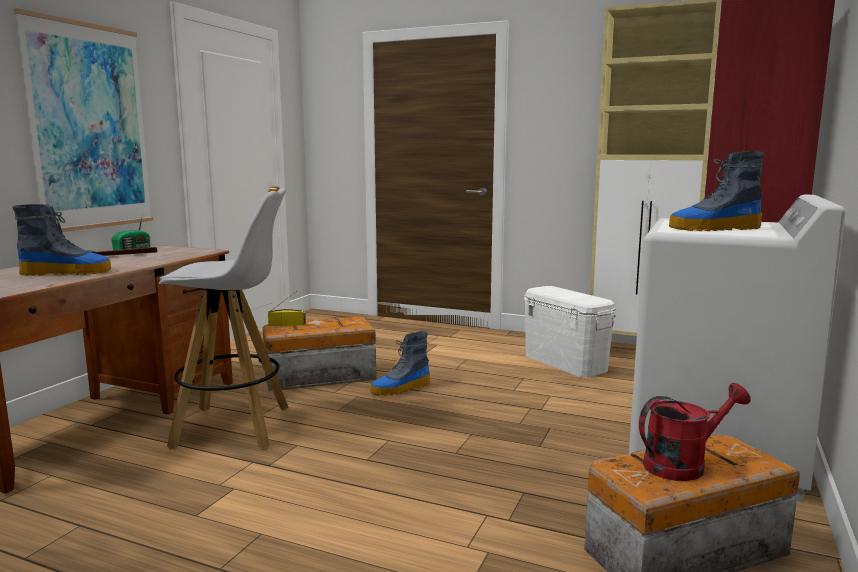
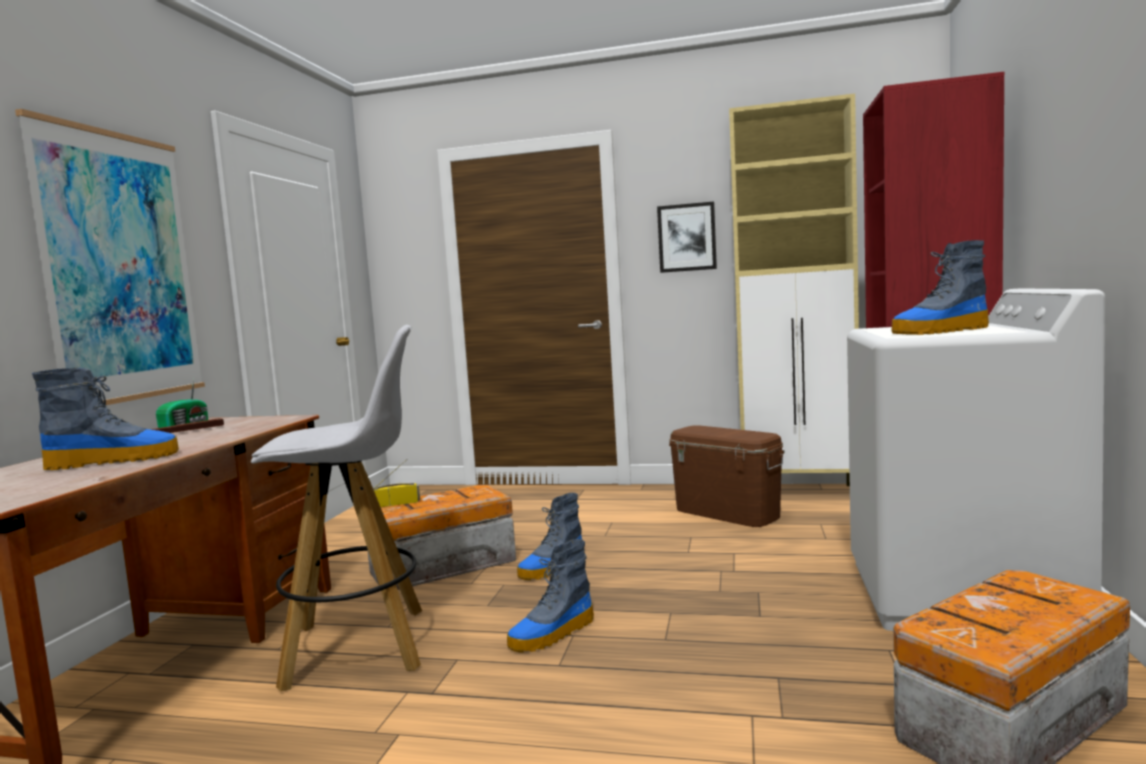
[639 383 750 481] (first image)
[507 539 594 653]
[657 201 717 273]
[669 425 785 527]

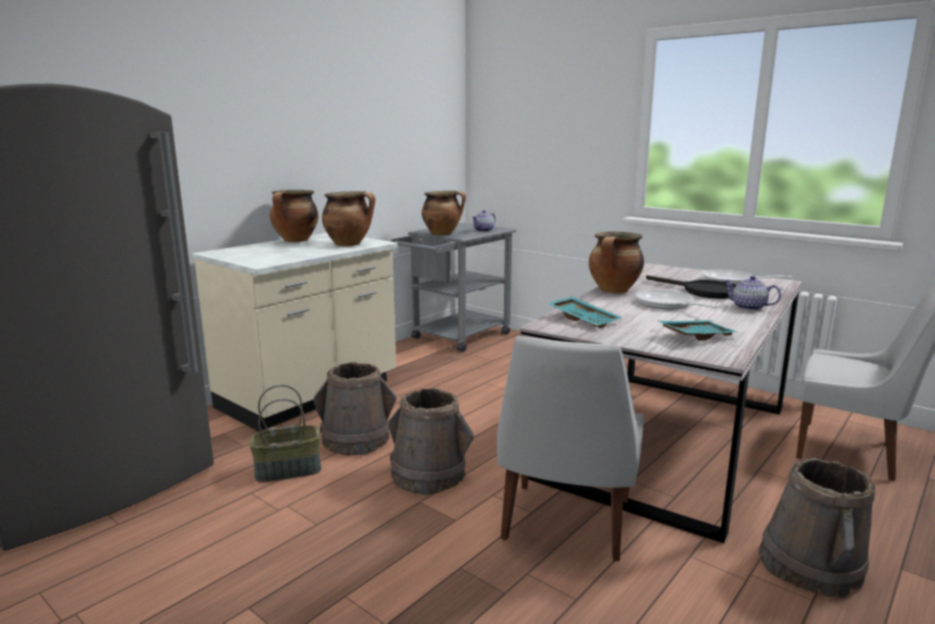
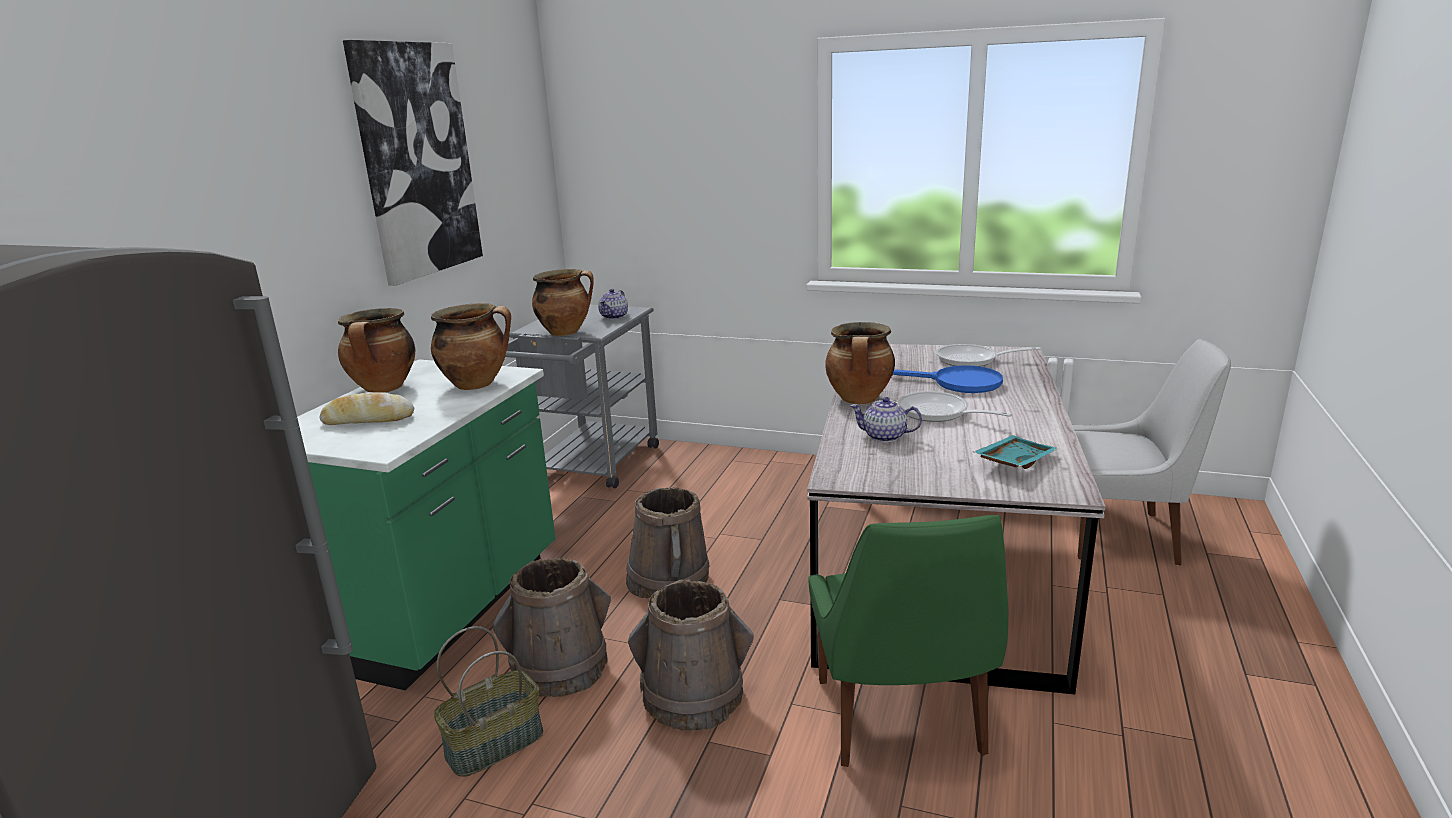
[548 297 622 328] (first image)
[319 392 414 425]
[343 40 483 286]
[850 397 922 442]
[626 487 710 599]
[297 359 556 691]
[808 515 1008 767]
[893 365 1003 393]

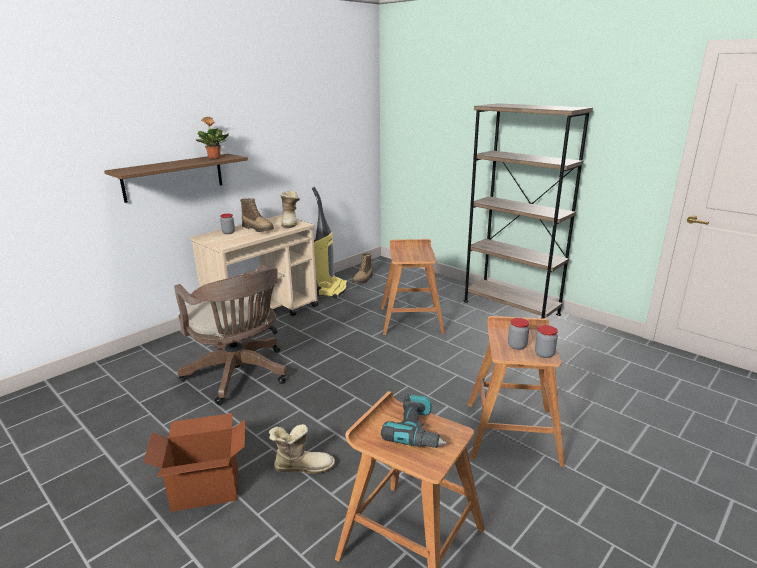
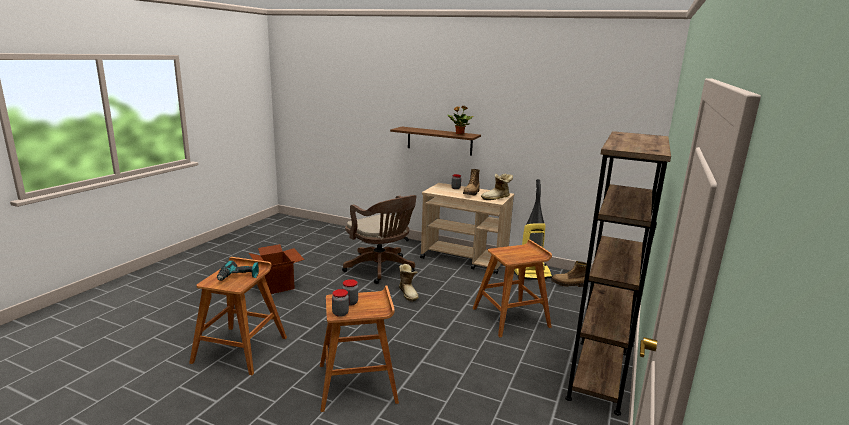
[399 264 418 302]
[342 195 417 284]

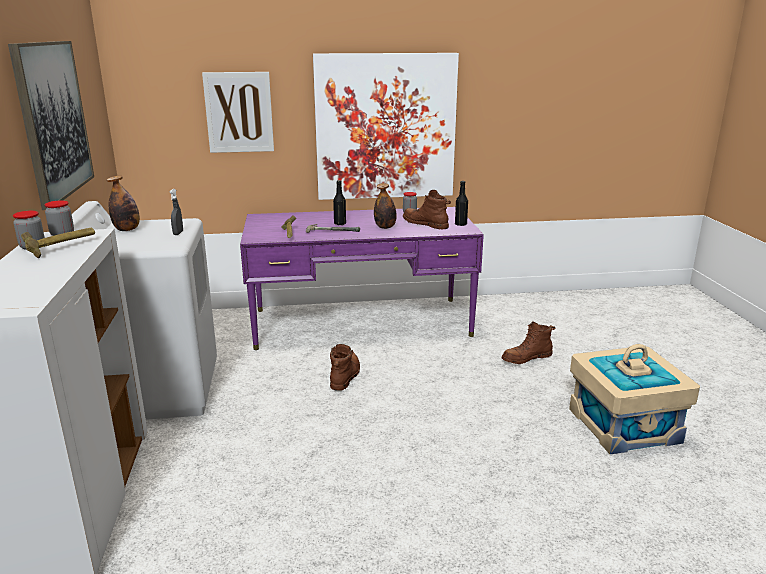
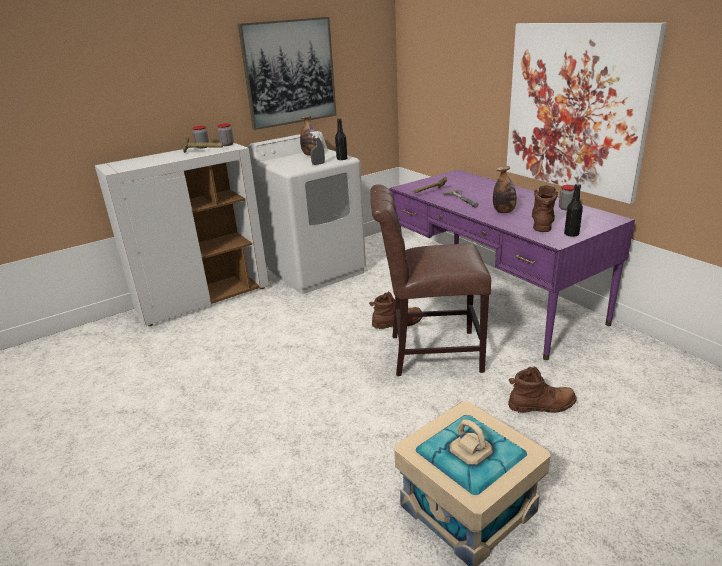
[202 72 274 153] (first image)
[370 184 491 376]
[335 119 347 160]
[508 366 577 413]

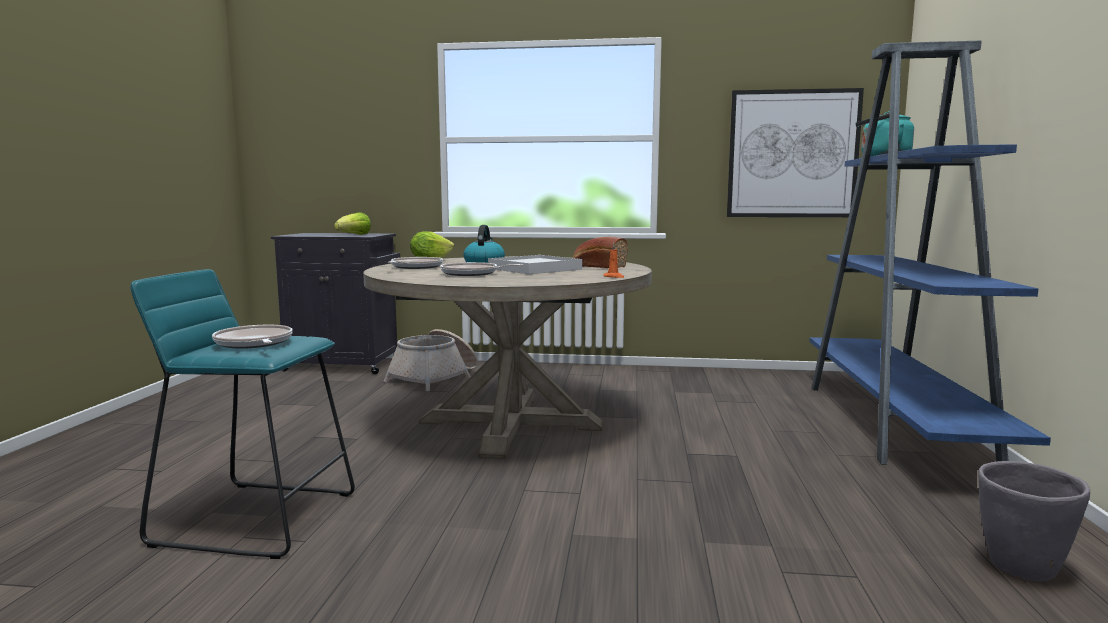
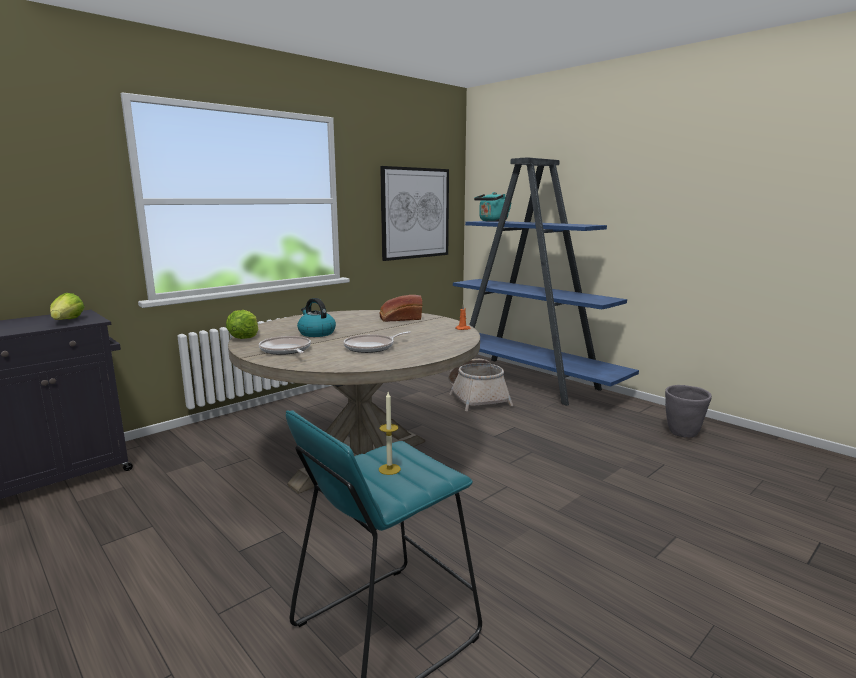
[488 255 582 274] (first image)
[448 359 513 411]
[379 392 401 475]

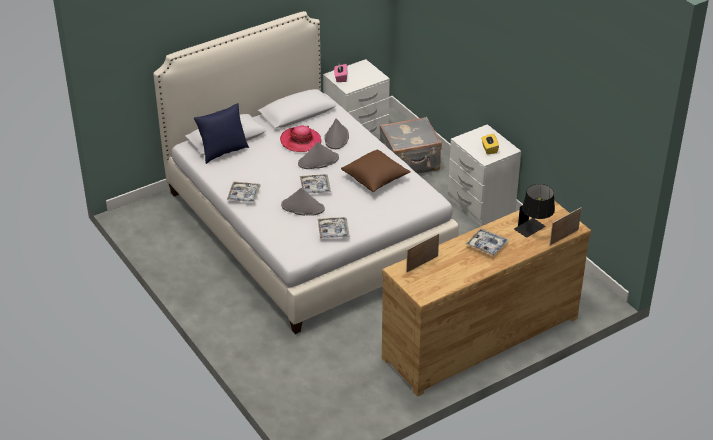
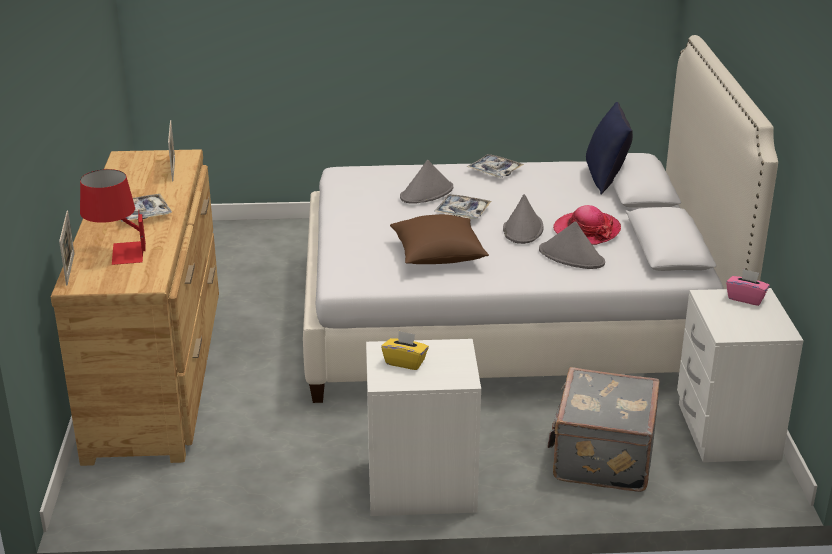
[318 217 350 239] (first image)
[80 169 146 265]

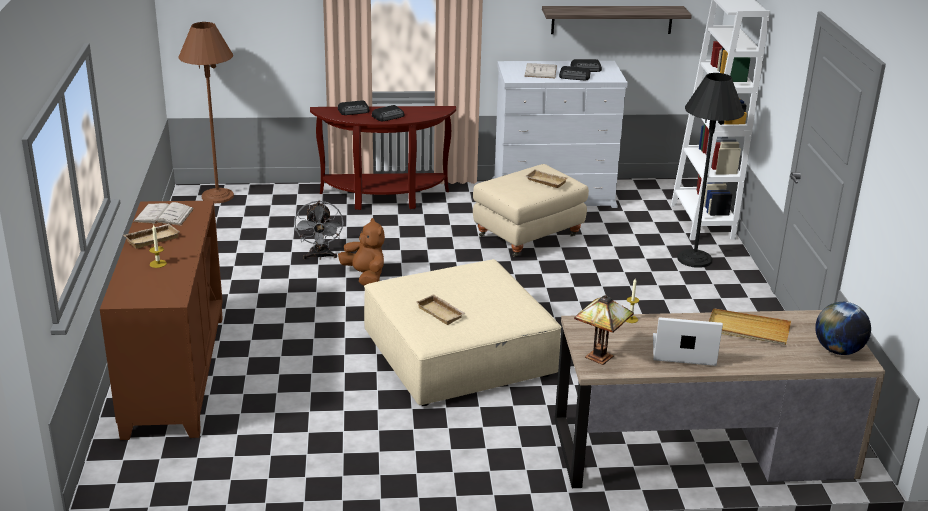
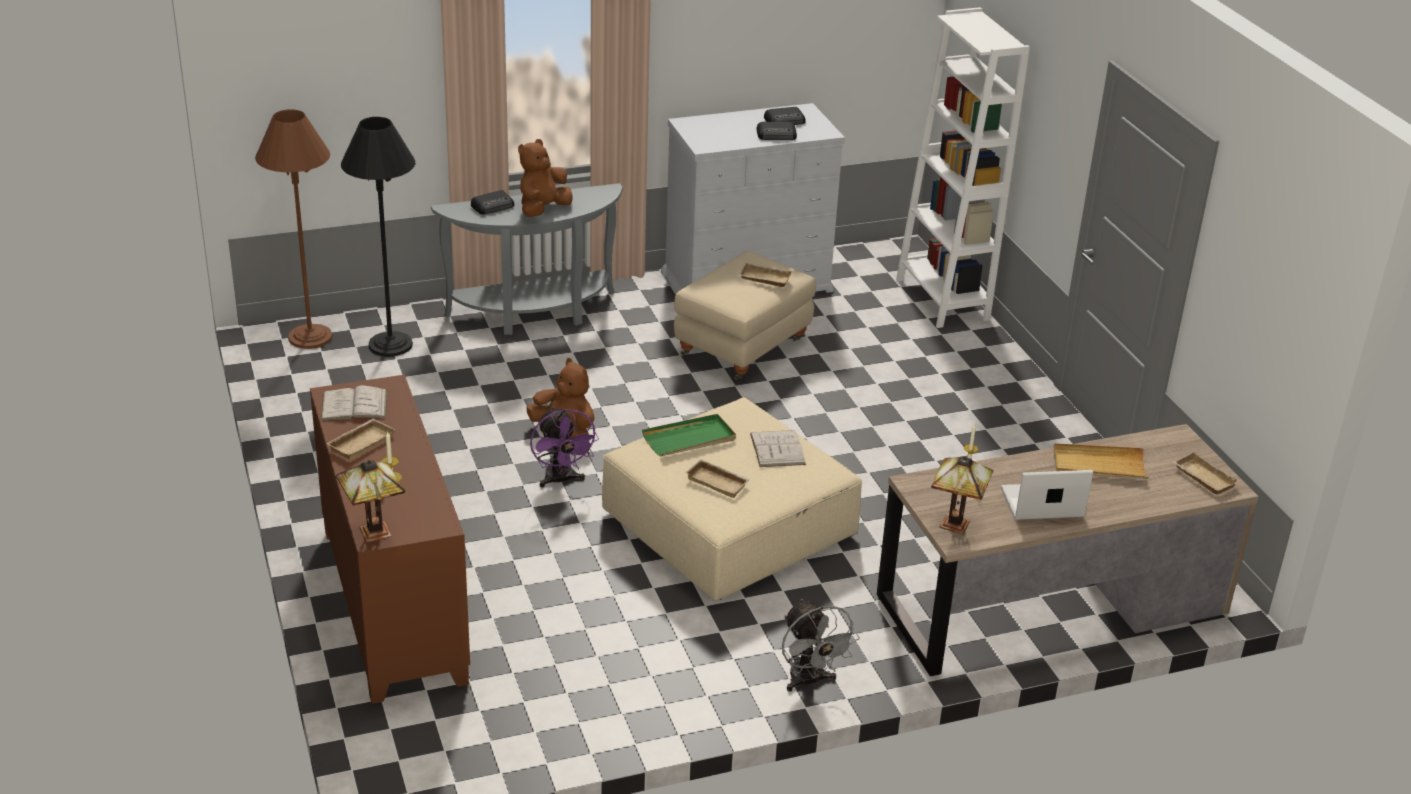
[542 6 692 34] (first image)
[336 460 405 542]
[530 407 599 487]
[642 414 736 456]
[782 599 860 692]
[750 430 806 467]
[341 117 415 357]
[518 139 573 217]
[1173 452 1240 495]
[431 183 623 335]

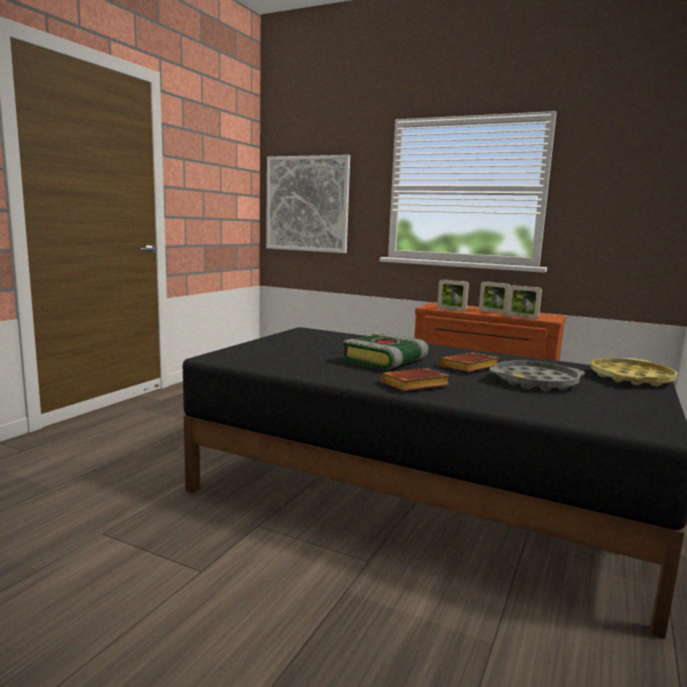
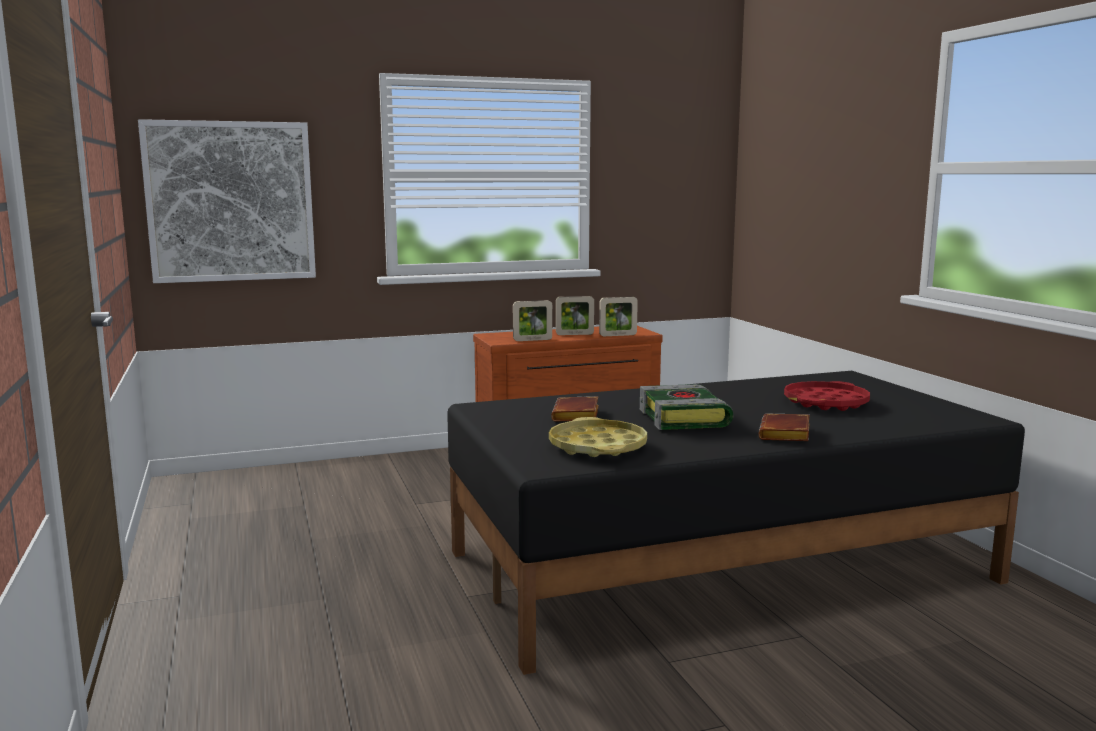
[551 396 599 422]
[549 417 647 457]
[784 381 870 411]

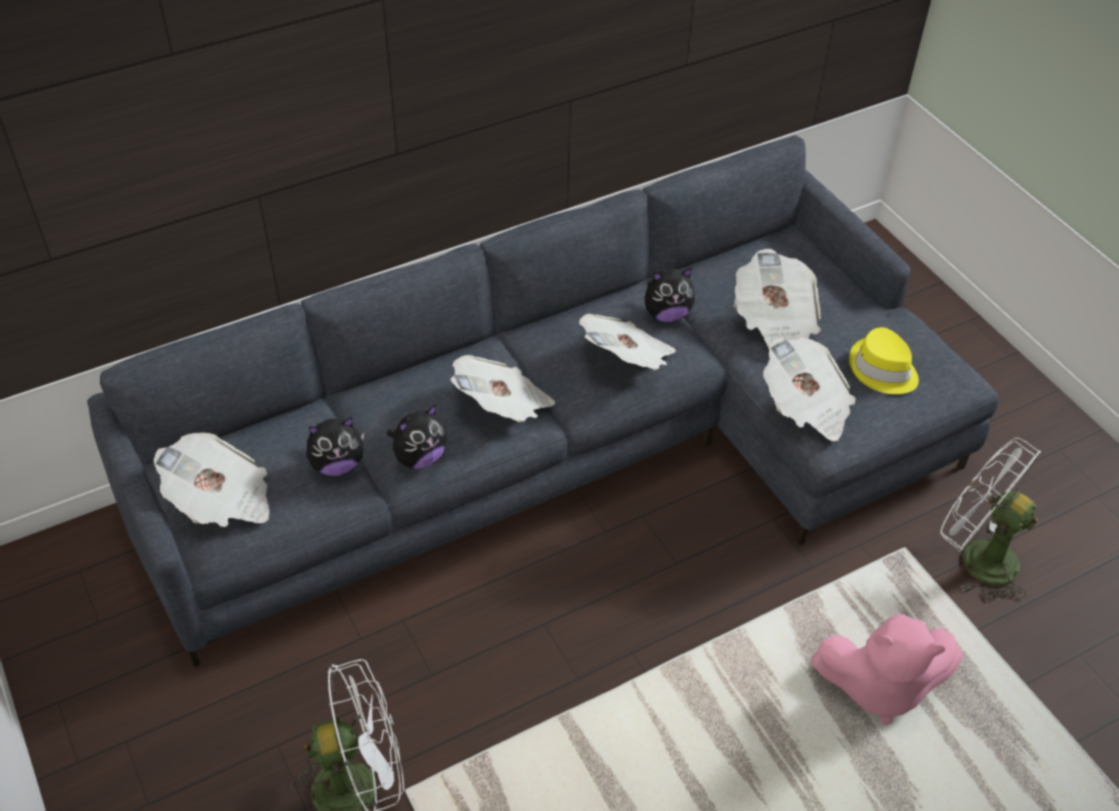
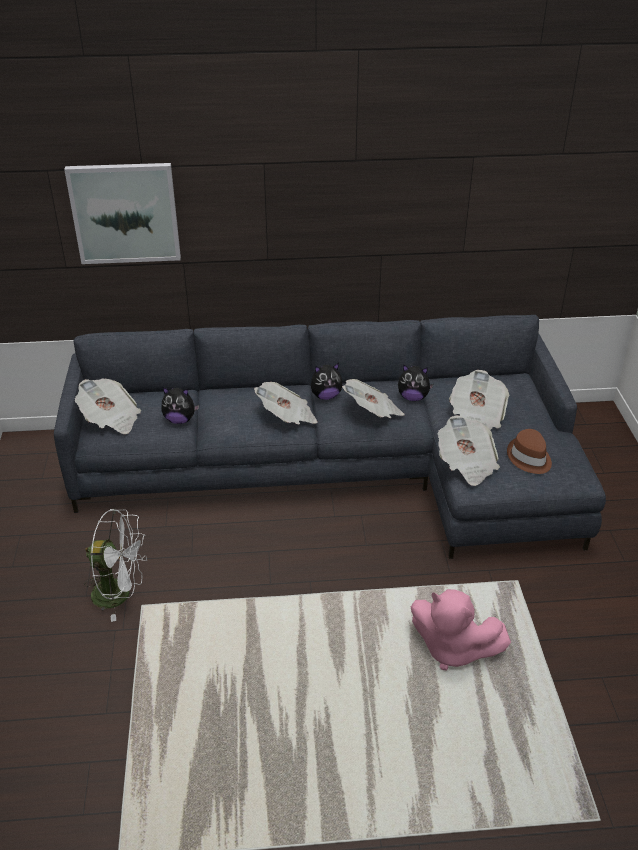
[940 437 1042 601] (first image)
[64 163 181 264]
[311 363 342 400]
[507 429 552 474]

